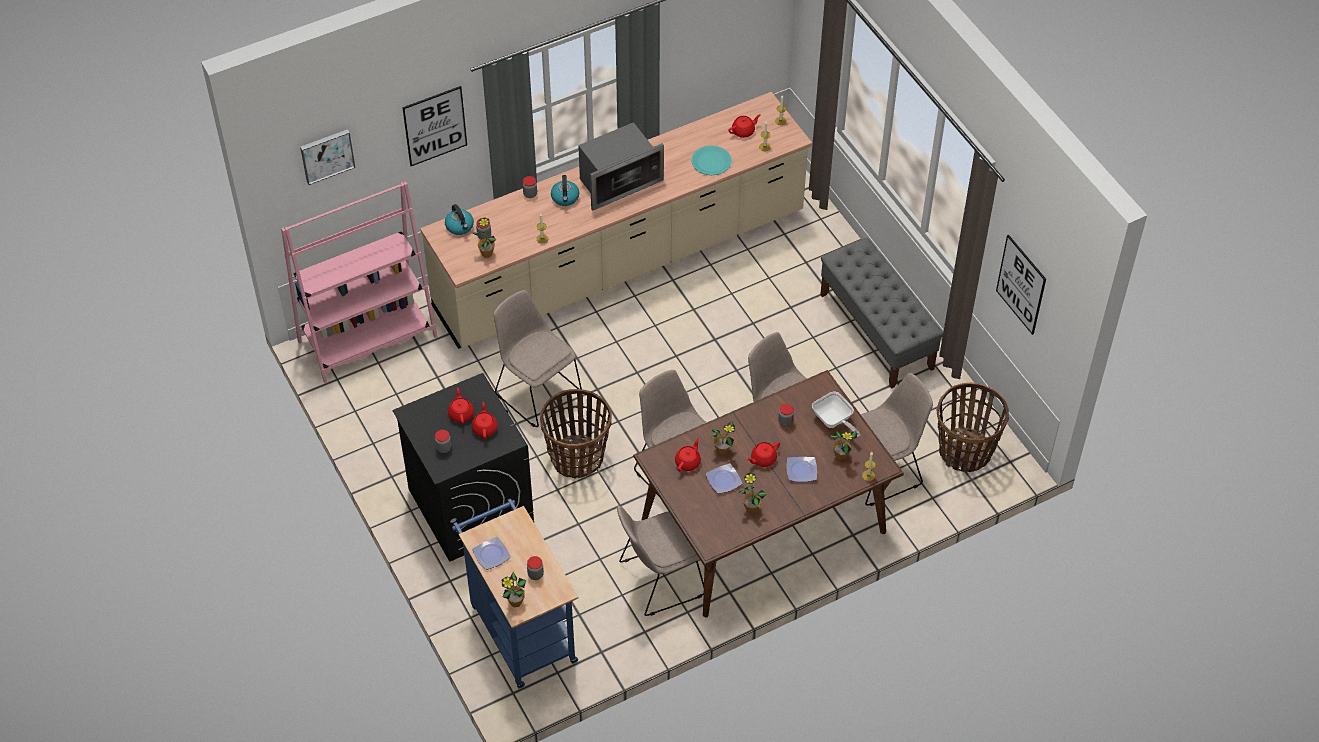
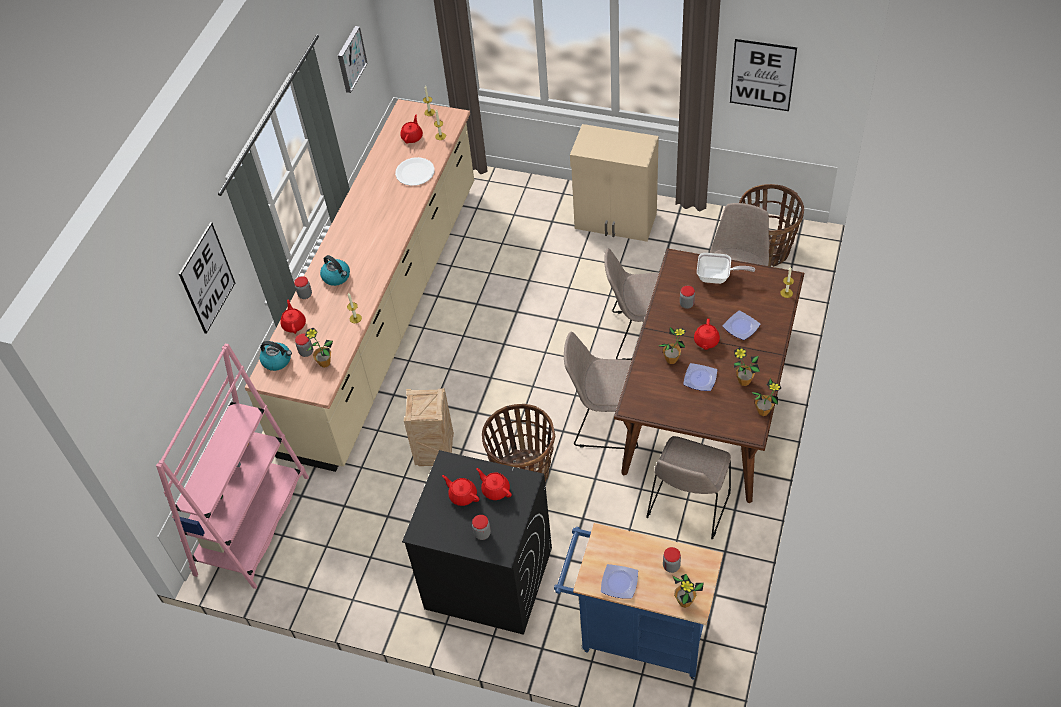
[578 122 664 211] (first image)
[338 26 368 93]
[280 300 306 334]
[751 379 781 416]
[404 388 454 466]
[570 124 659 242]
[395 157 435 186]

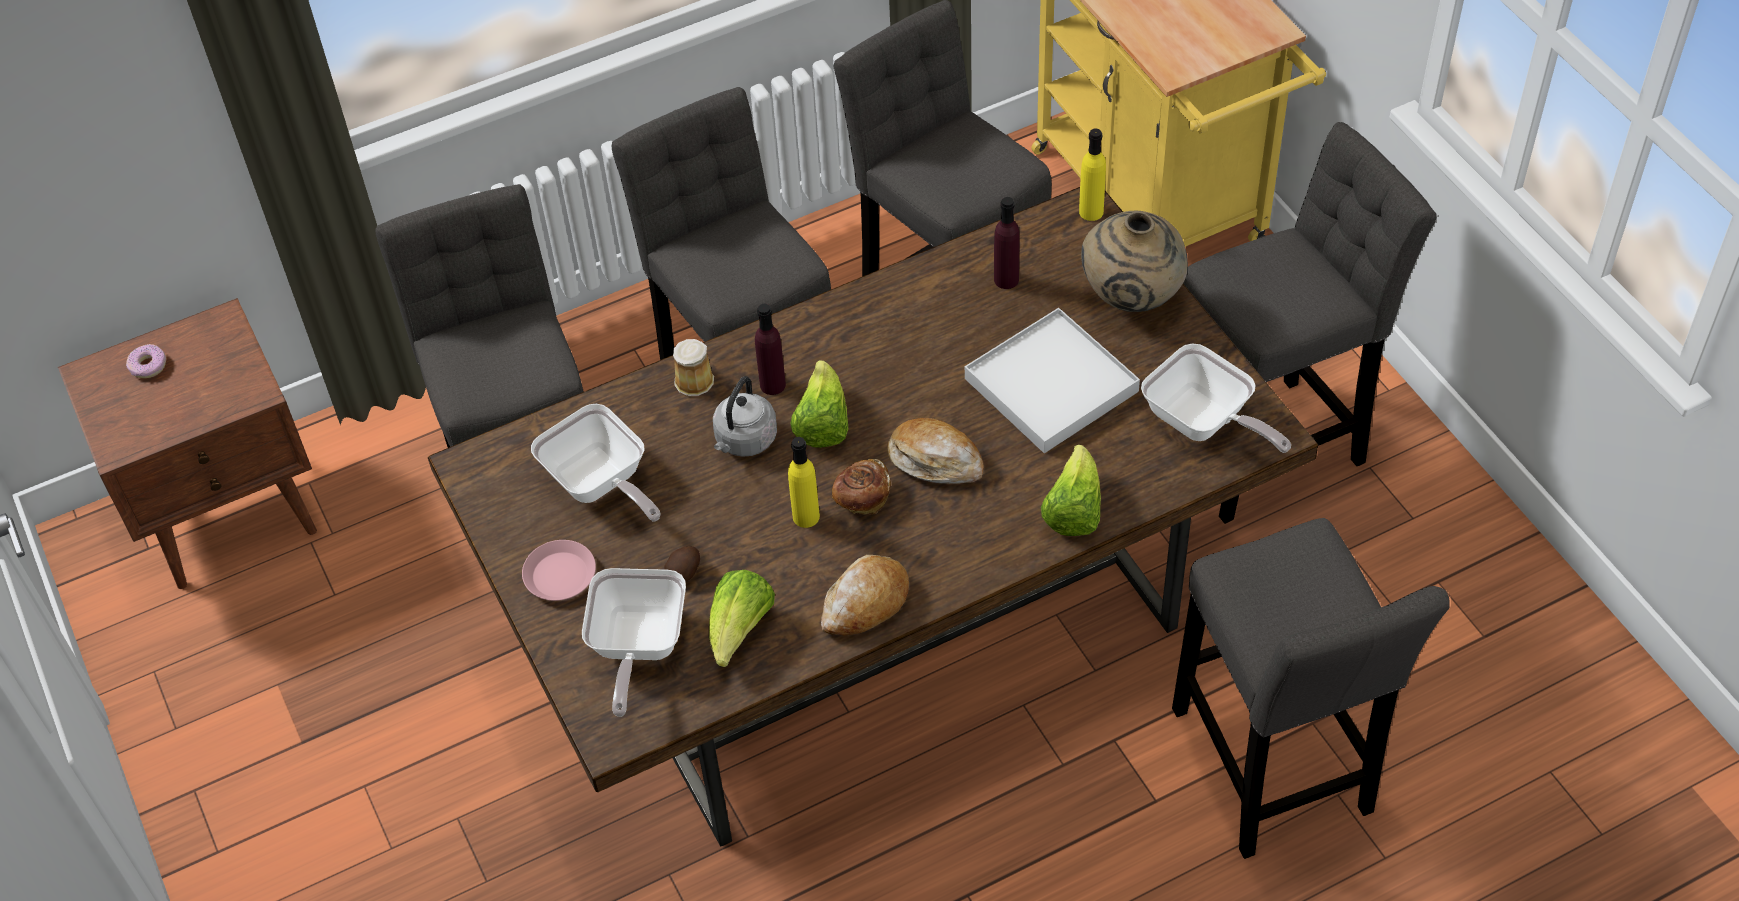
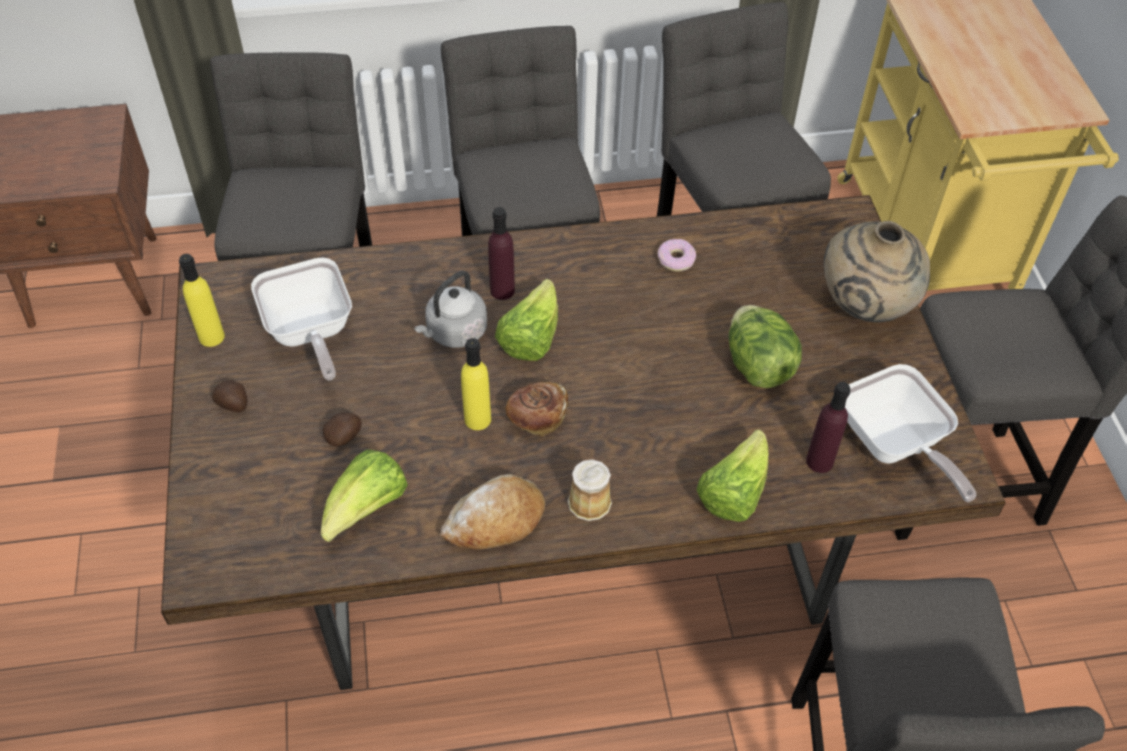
[582 568 686 717] (first image)
[887 418 984 484] (first image)
[657 239 696 272]
[568 459 612 521]
[806 382 851 473]
[179 254 225 347]
[212 380 247 412]
[729 305 802 388]

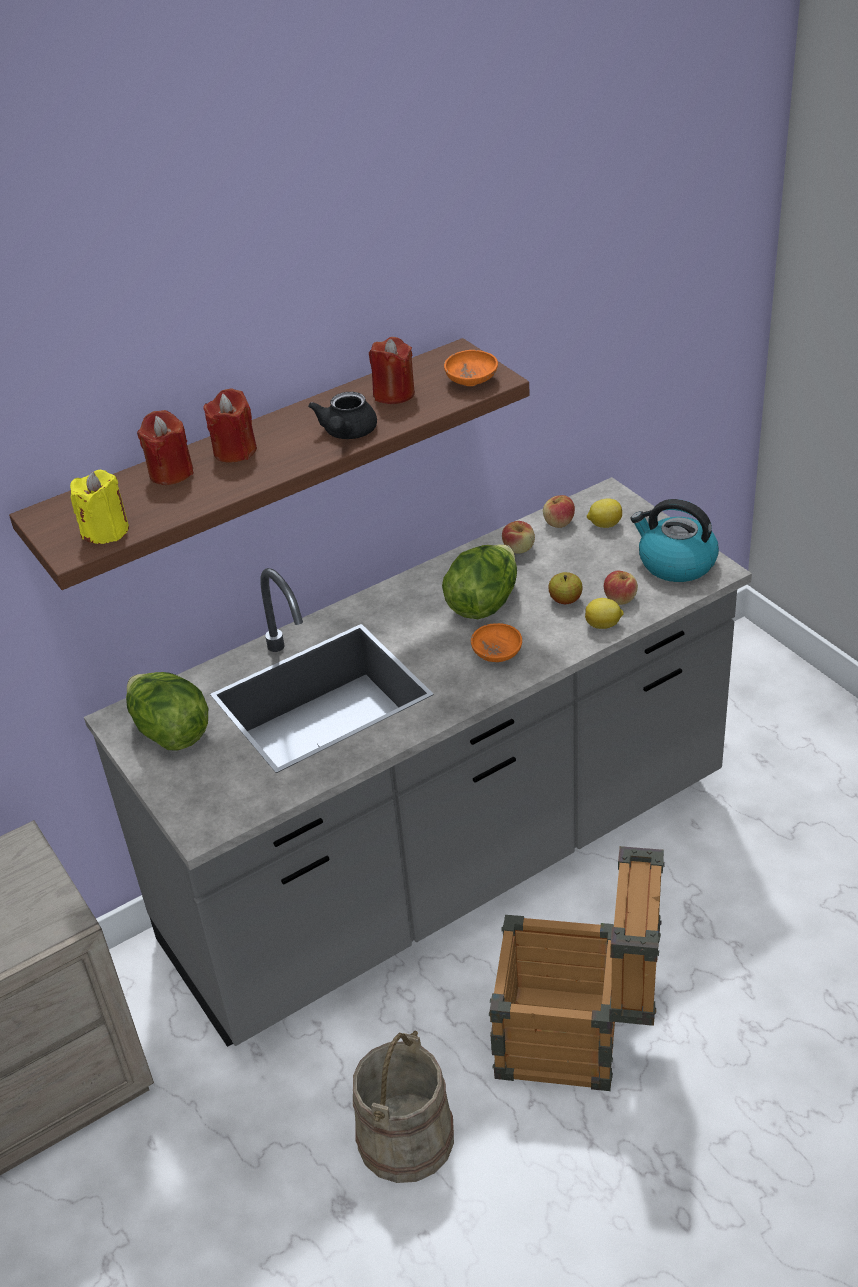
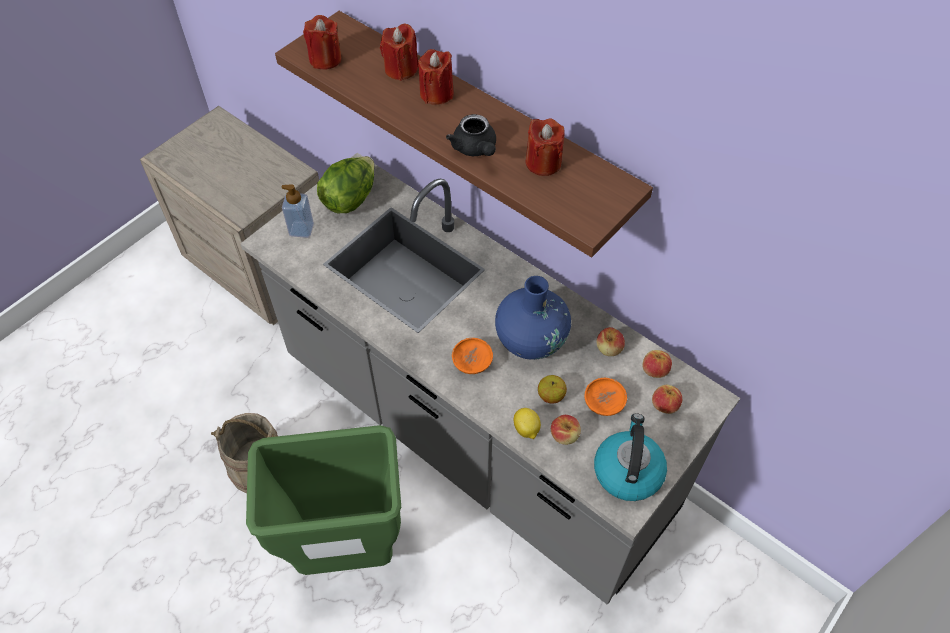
[282 184 314 238]
[585 378 627 416]
[495 276 571 360]
[246 425 401 575]
[652 385 682 414]
[303 15 342 70]
[446 114 496 156]

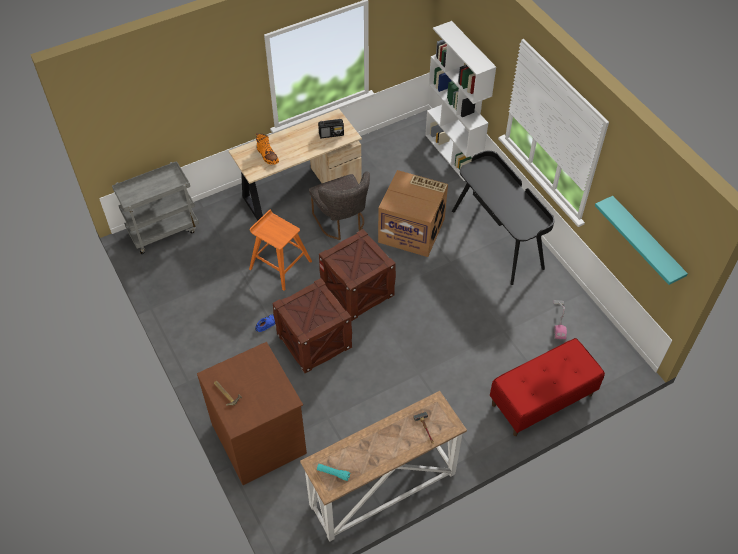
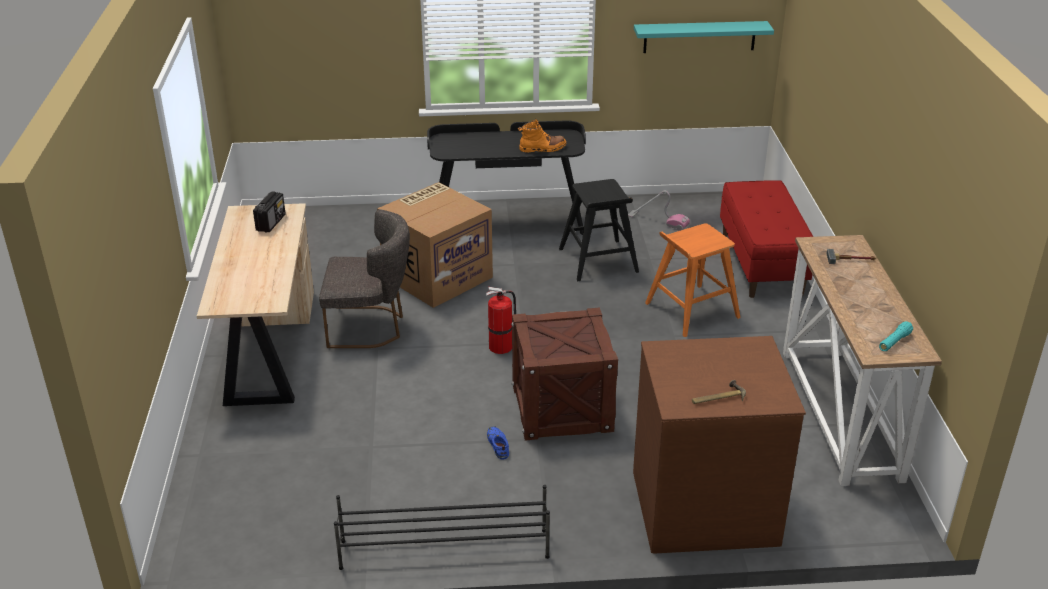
[112 161 199 254] (first image)
[425 21 496 181] (first image)
[334 485 550 570]
[559 179 639 281]
[645 223 741 337]
[518 119 566 153]
[486 287 516 354]

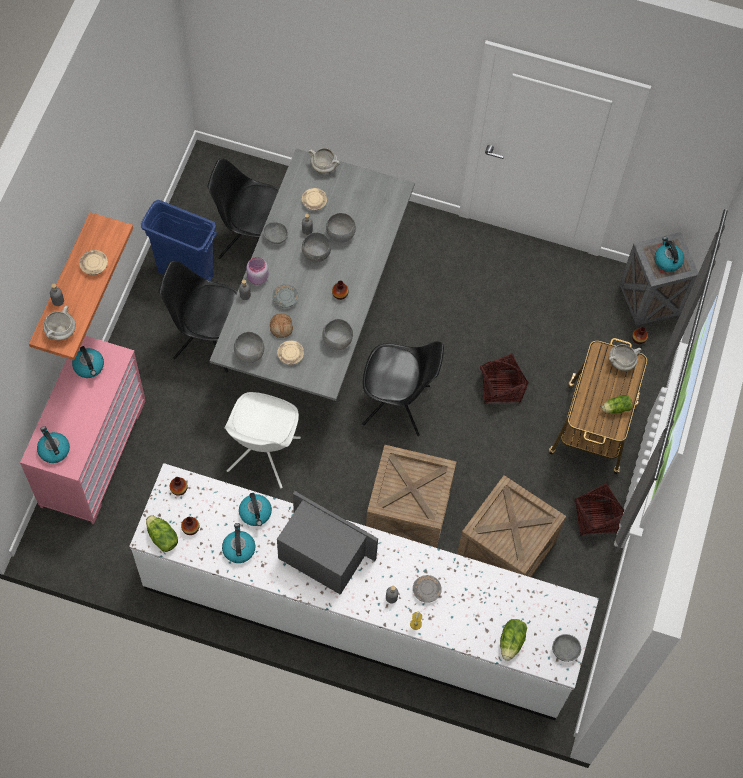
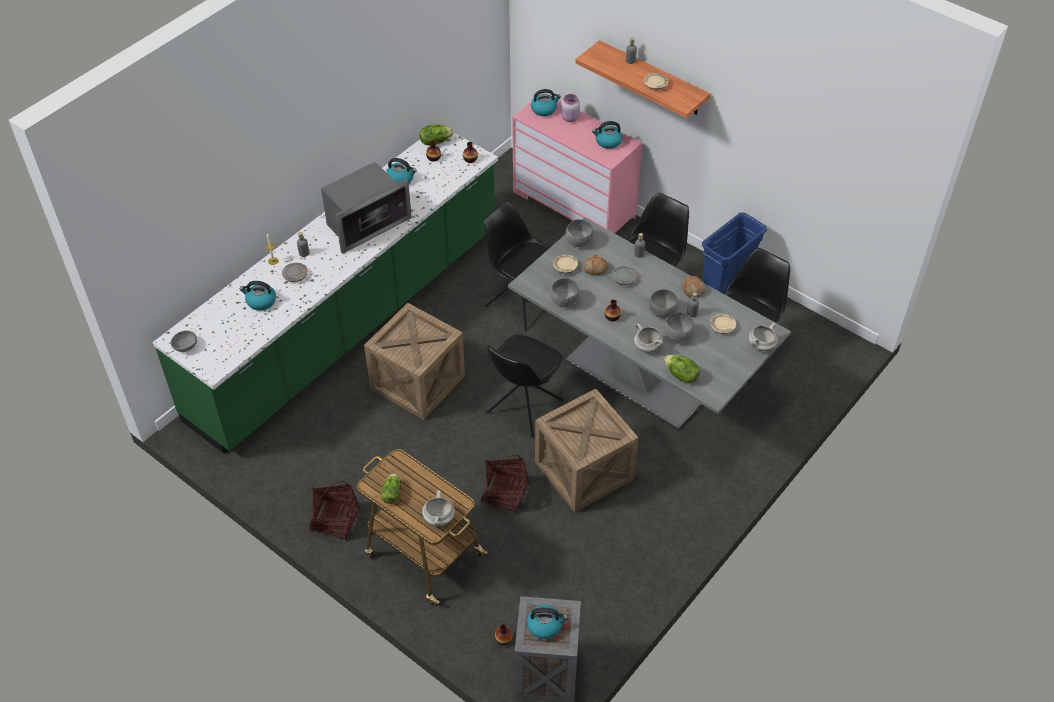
[634 324 663 352]
[240 281 276 311]
[561 94 580 122]
[535 389 639 512]
[664 355 700 384]
[681 276 706 298]
[152 132 498 453]
[484 202 550 331]

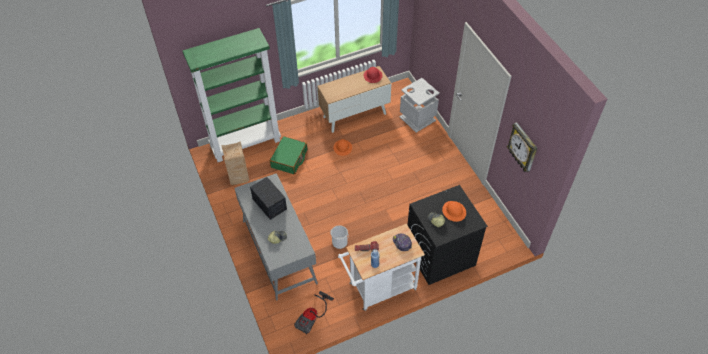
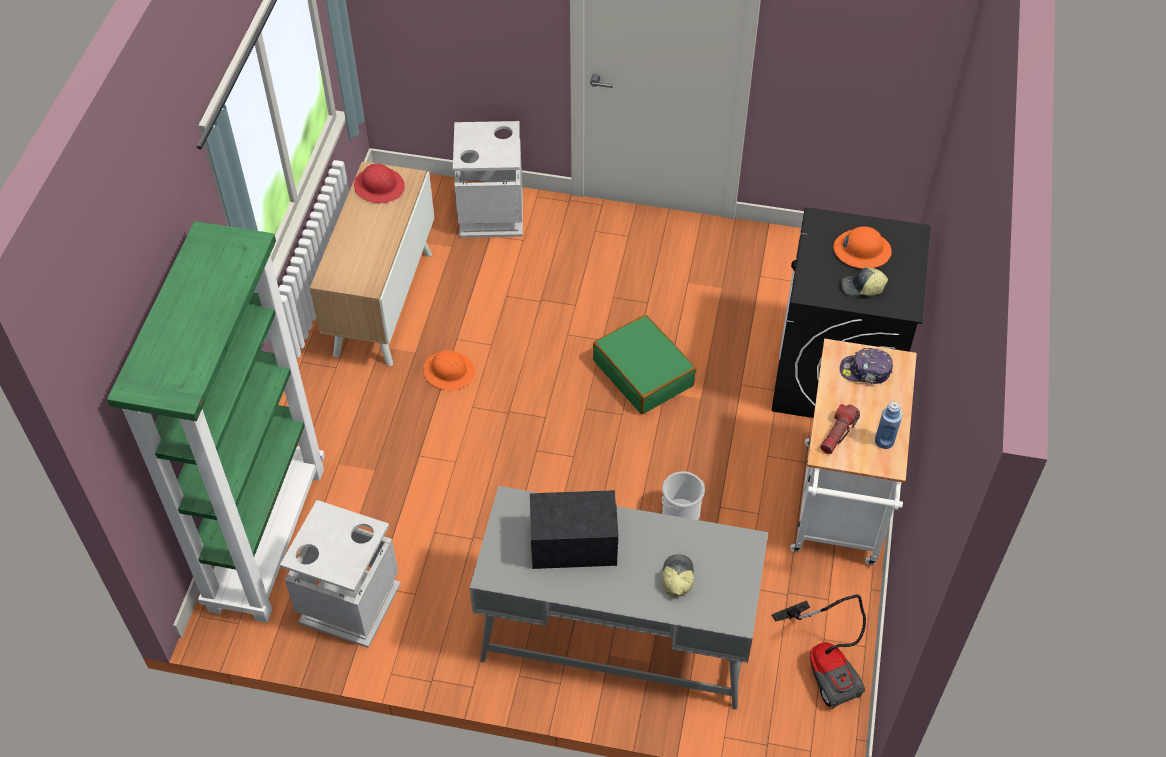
[507 122 537 172] (first image)
[593 314 696 414]
[280 500 401 648]

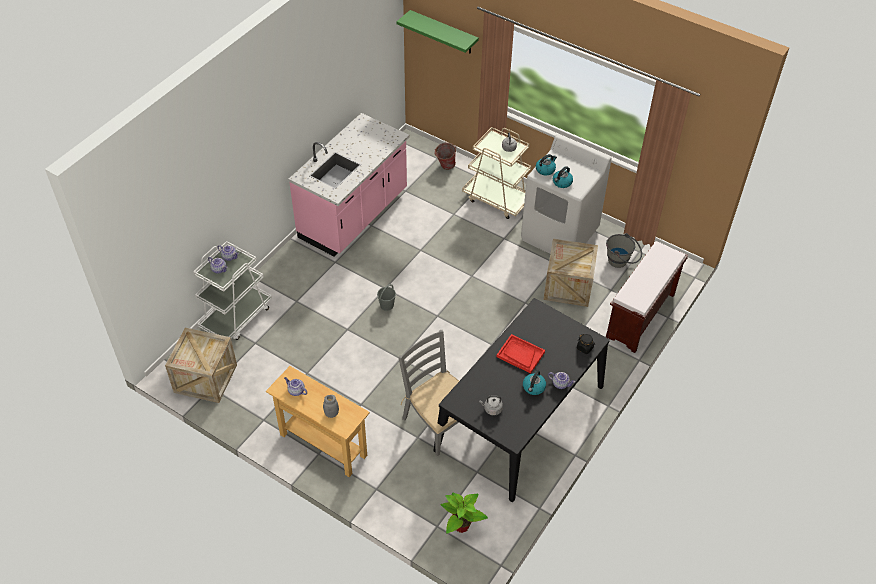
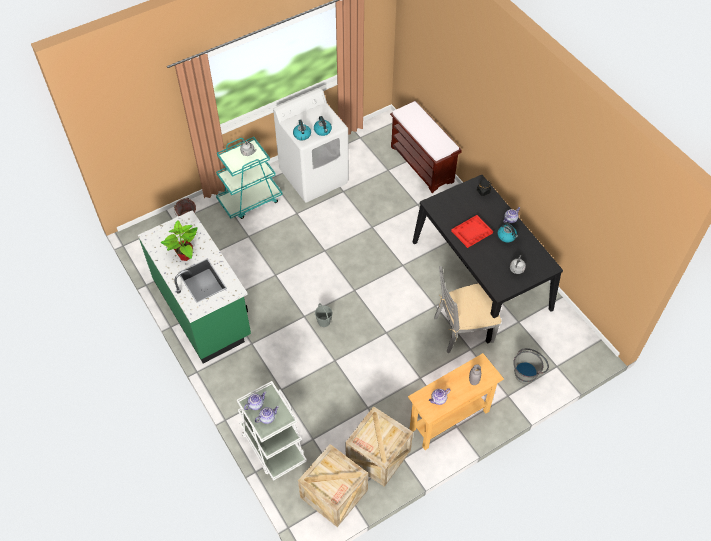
[396 10 479 54] (first image)
[160 220 197 261]
[345 406 413 487]
[513 348 549 384]
[138 210 251 364]
[216 137 283 219]

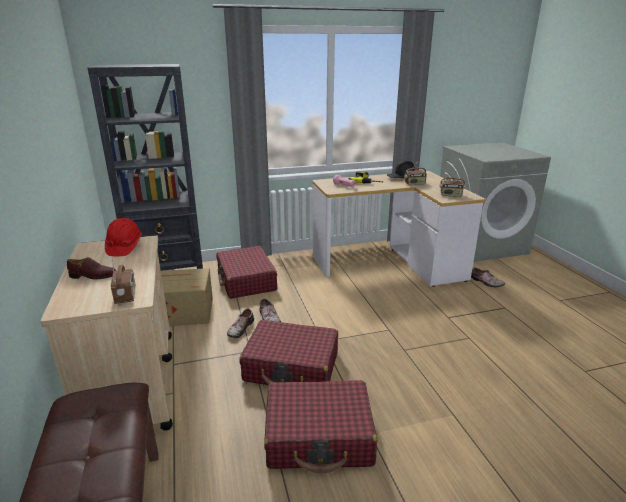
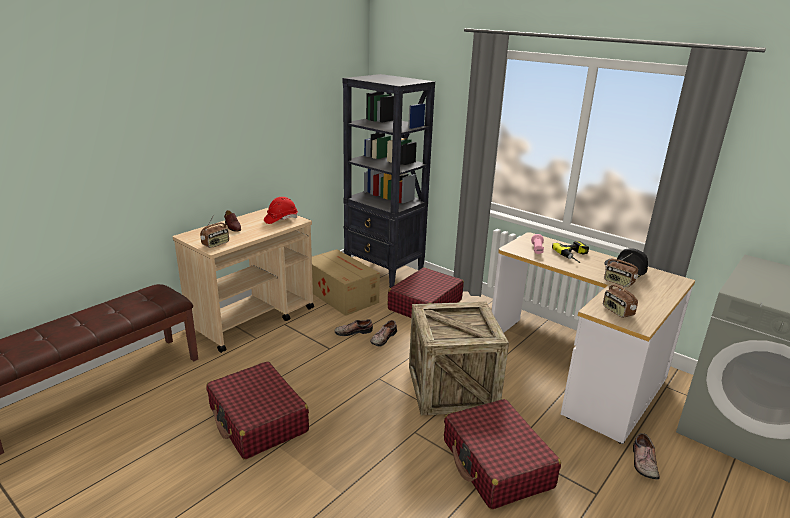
[409 302 509 415]
[444 399 561 510]

